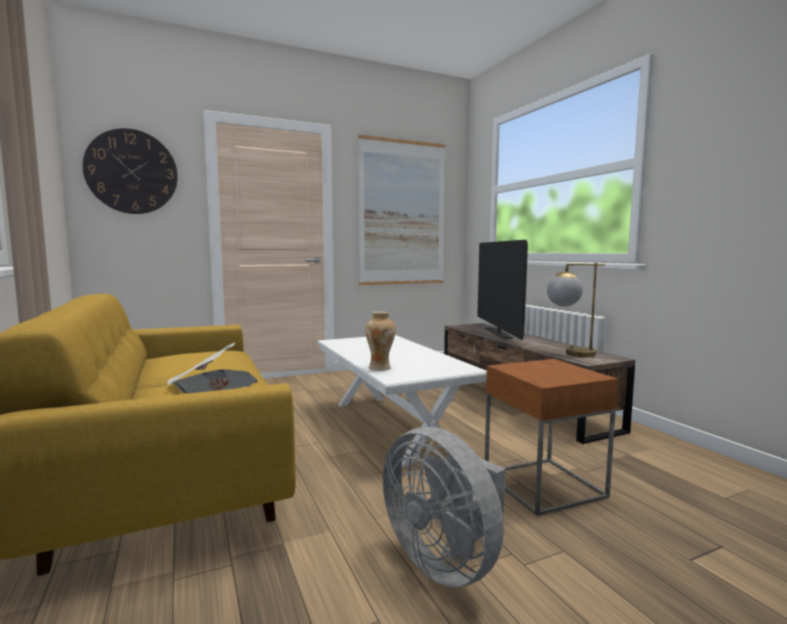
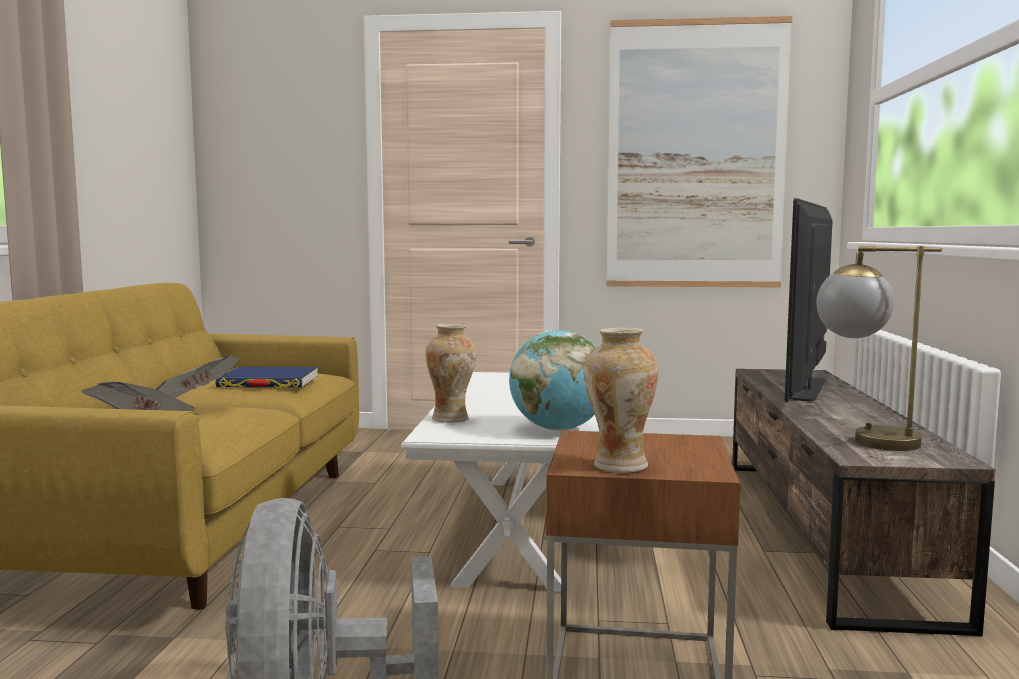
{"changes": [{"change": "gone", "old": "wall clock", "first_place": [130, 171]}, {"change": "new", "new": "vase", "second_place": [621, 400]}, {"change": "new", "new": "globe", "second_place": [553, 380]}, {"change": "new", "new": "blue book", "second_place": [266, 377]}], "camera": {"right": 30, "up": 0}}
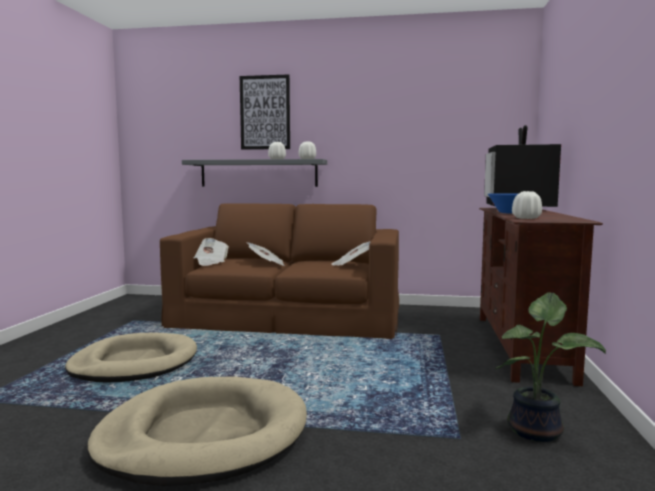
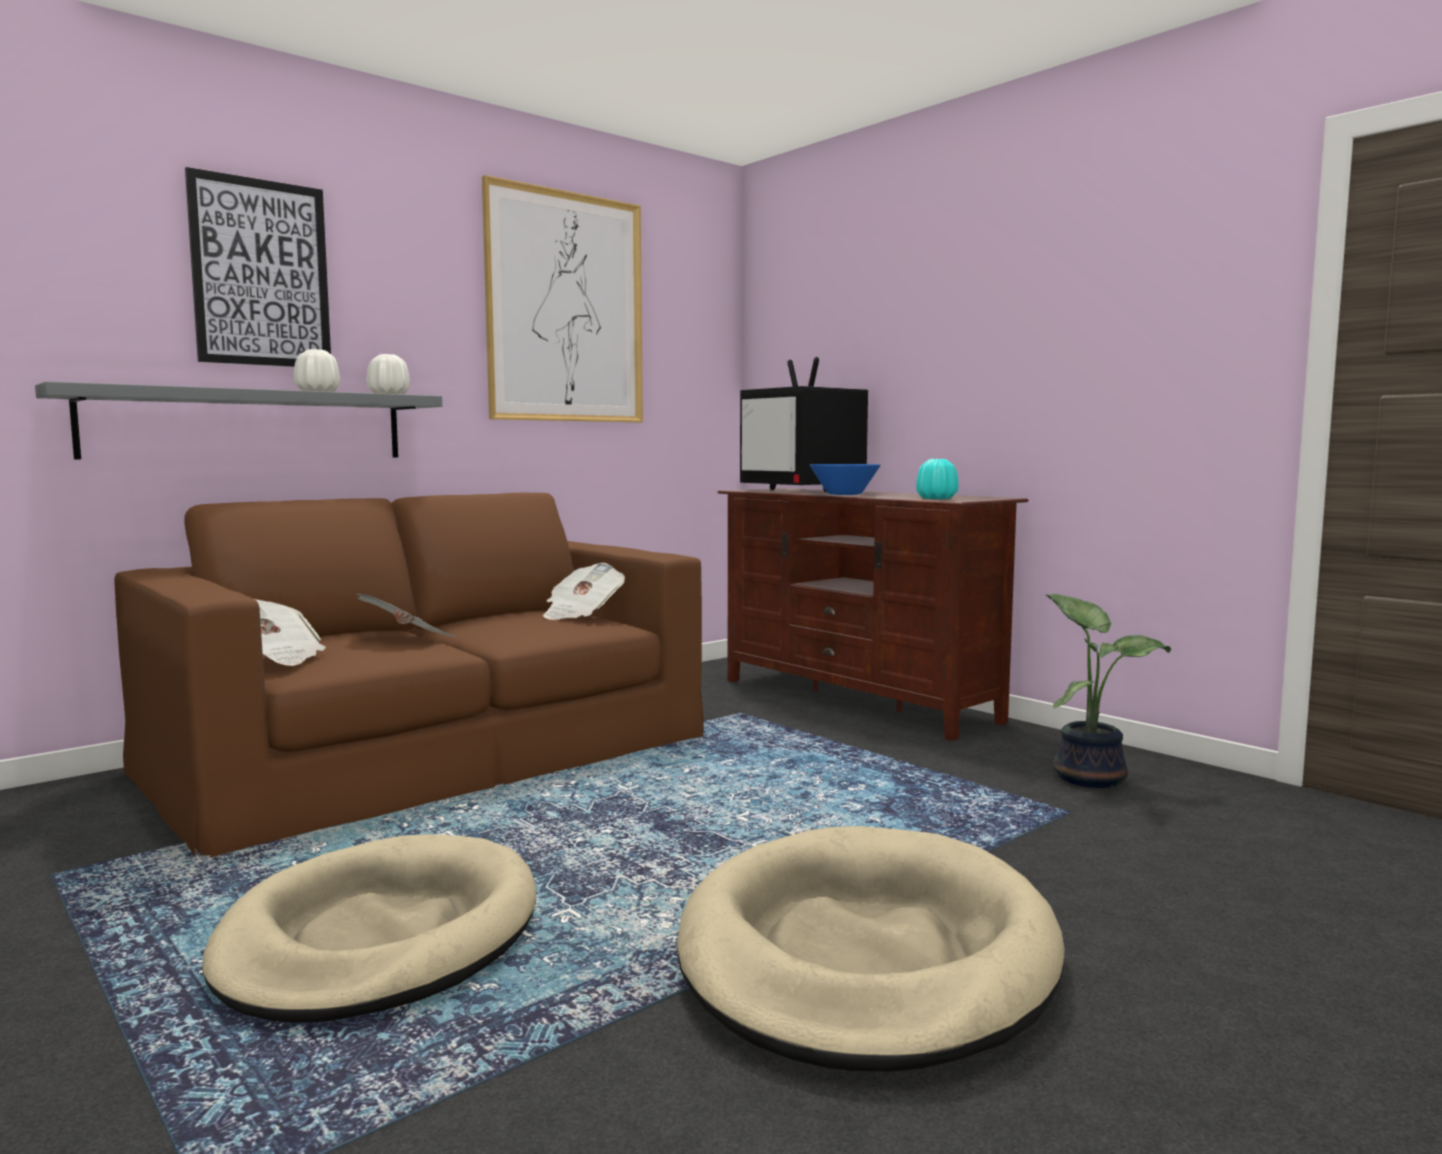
{"changes": [{"change": "repainted", "old": "white vase", "new": "turquoise vase", "first_place": [527, 205], "second_place": [937, 479]}, {"change": "new", "new": "picture", "second_place": [562, 298]}], "camera": {"right": -50, "up": 0}}
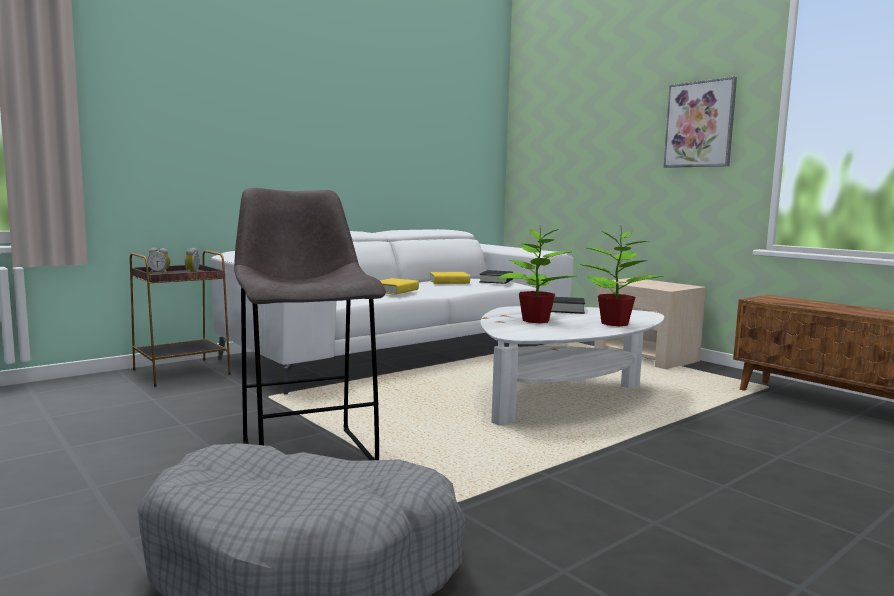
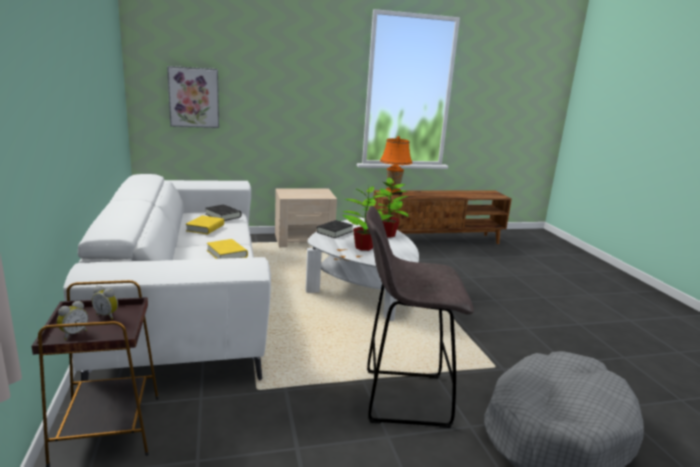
{"changes": [{"change": "shifted", "old": "picture", "first_place": [700, 122], "second_place": [193, 97]}, {"change": "new", "new": "orange table lamp", "second_place": [396, 165]}], "camera": {"right": -65, "up": 10}}
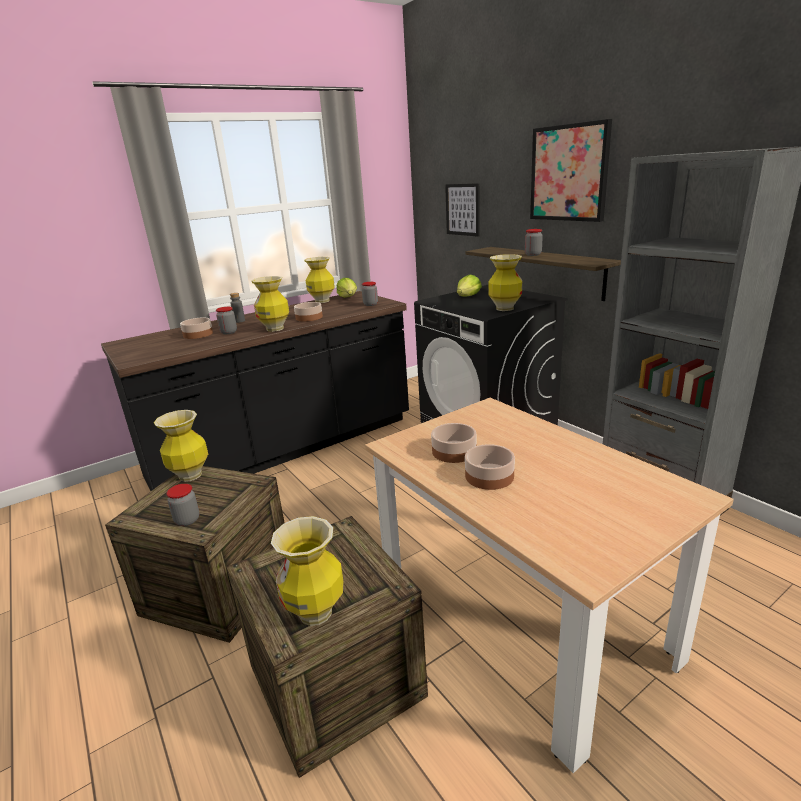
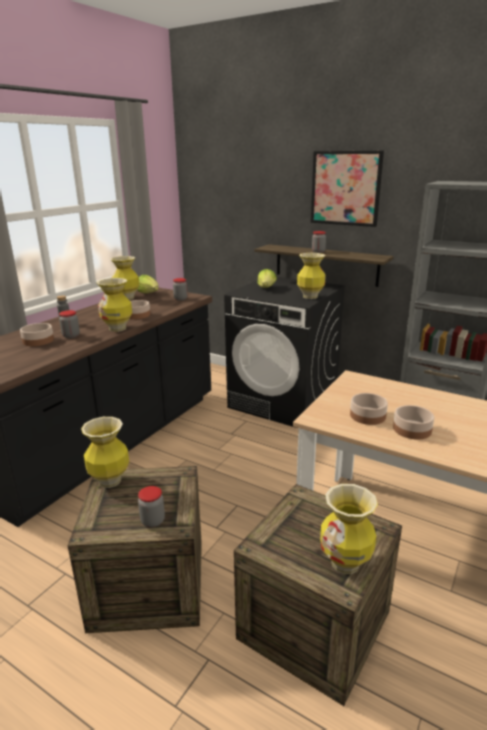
{"changes": [{"change": "gone", "old": "picture", "first_place": [462, 210]}], "camera": {"right": -25, "up": 0}}
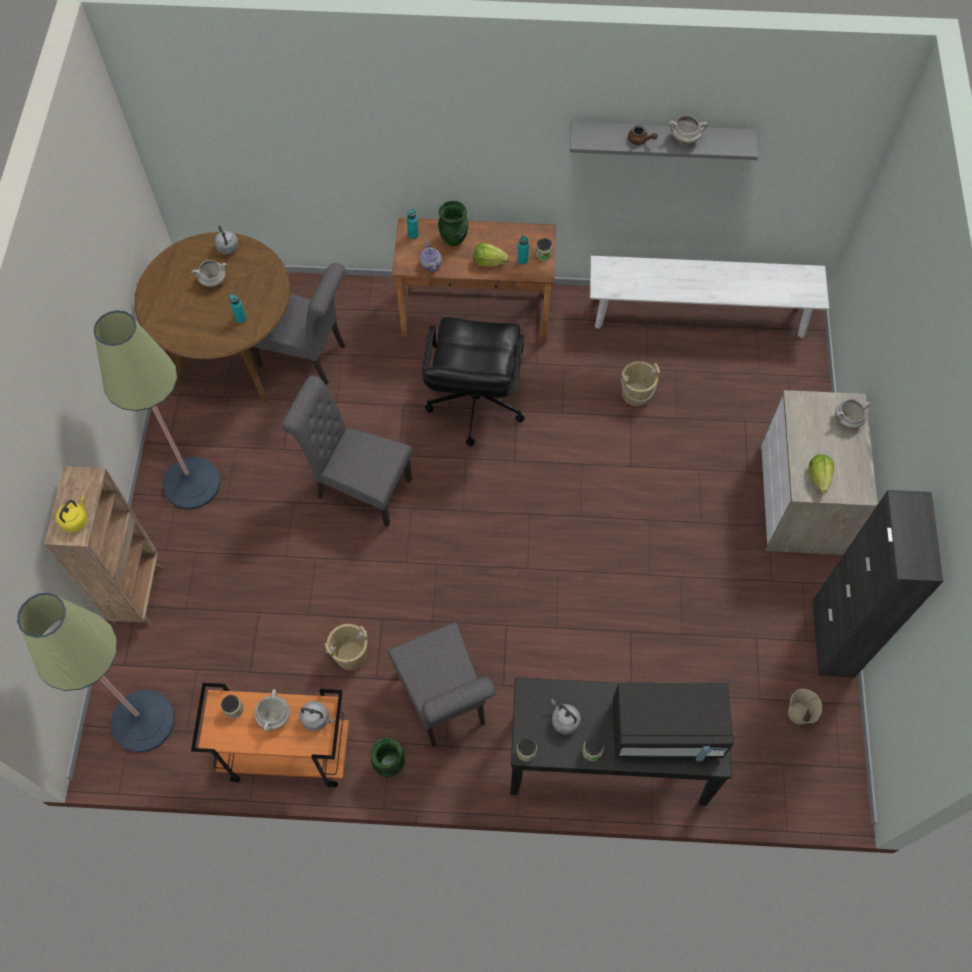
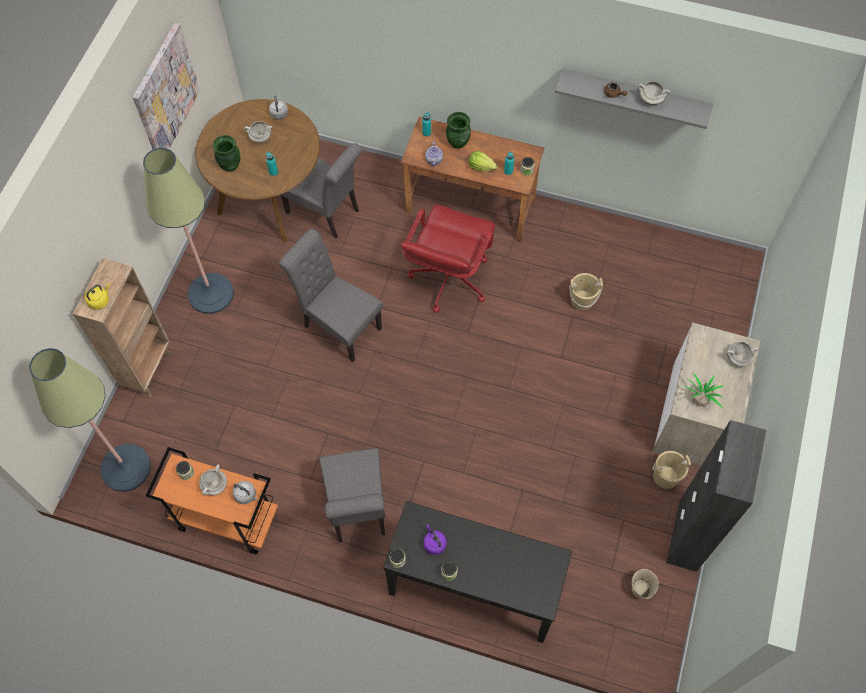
{"changes": [{"change": "gone", "old": "white bench", "first_place": [709, 297]}, {"change": "repainted", "old": "black office chair", "new": "red office chair", "first_place": [473, 381], "second_place": [448, 258]}, {"change": "swapped", "old": "lettuce", "new": "potted plant", "first_place": [821, 473], "second_place": [704, 391]}, {"change": "shifted", "old": "beige bucket", "first_place": [346, 647], "second_place": [671, 470]}, {"change": "gone", "old": "black microwave", "first_place": [673, 722]}, {"change": "repainted", "old": "grey kettle", "new": "purple kettle", "first_place": [566, 717], "second_place": [435, 539]}, {"change": "shifted", "old": "green vase", "first_place": [388, 757], "second_place": [226, 153]}, {"change": "new", "new": "picture", "second_place": [166, 86]}], "camera": {"right": 15, "up": 0}}
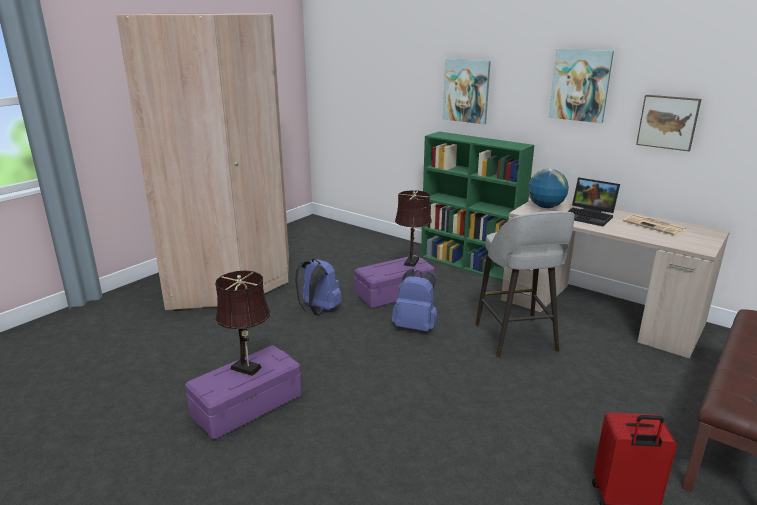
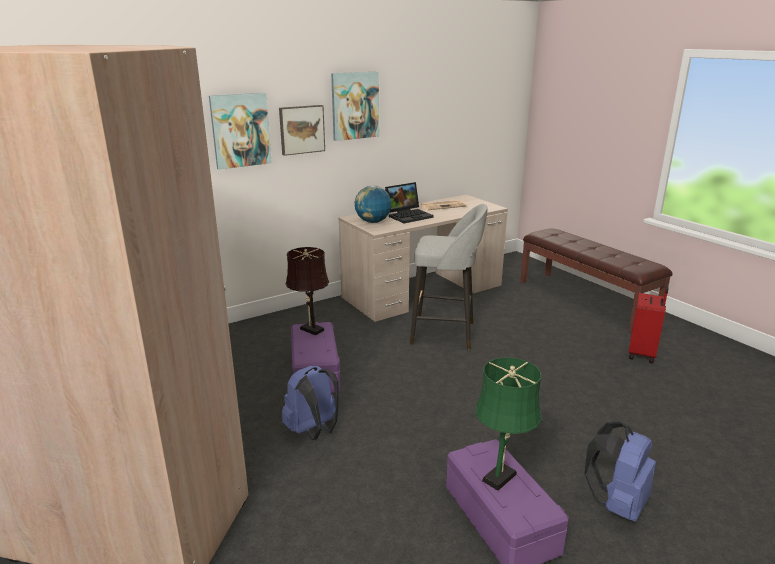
{"changes": [{"change": "shifted", "old": "picture", "first_place": [668, 123], "second_place": [302, 130]}, {"change": "gone", "old": "green bookcase", "first_place": [477, 206]}, {"change": "shifted", "old": "blue backpack", "first_place": [414, 300], "second_place": [620, 471]}, {"change": "repainted", "old": "brown table lamp", "new": "green table lamp", "first_place": [242, 323], "second_place": [508, 424]}], "camera": {"right": -70, "up": 0}}
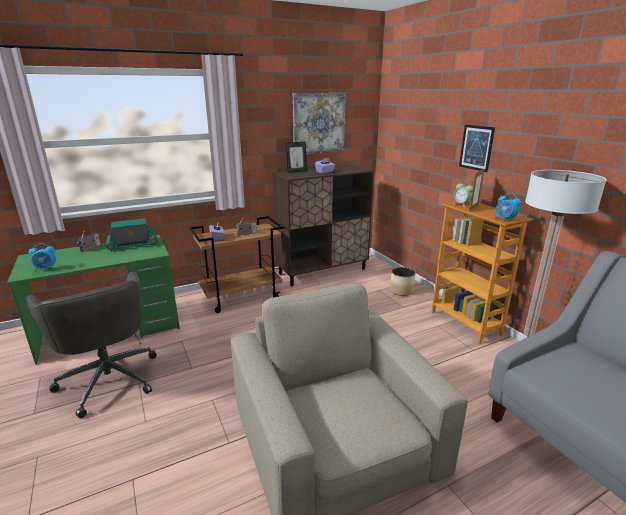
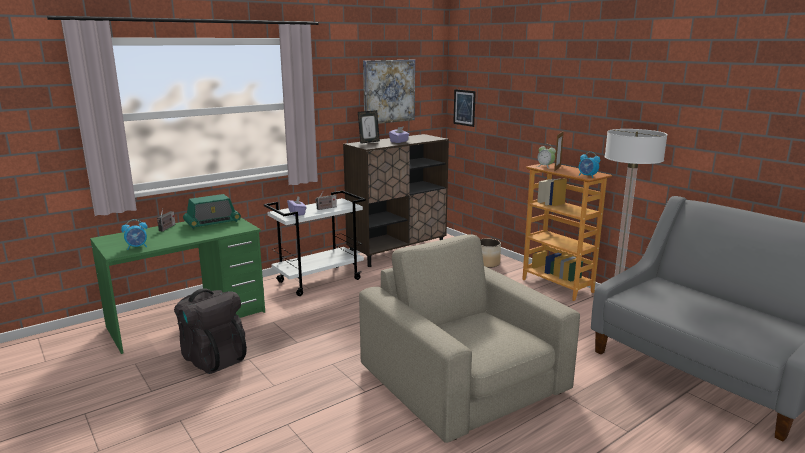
{"changes": [{"change": "shifted", "old": "picture", "first_place": [477, 148], "second_place": [464, 108]}, {"change": "repainted", "old": "brown cart", "new": "white cart", "first_place": [236, 264], "second_place": [315, 243]}, {"change": "swapped", "old": "grey office chair", "new": "black backpack", "first_place": [91, 344], "second_place": [210, 331]}], "camera": {"right": -10, "up": -5}}
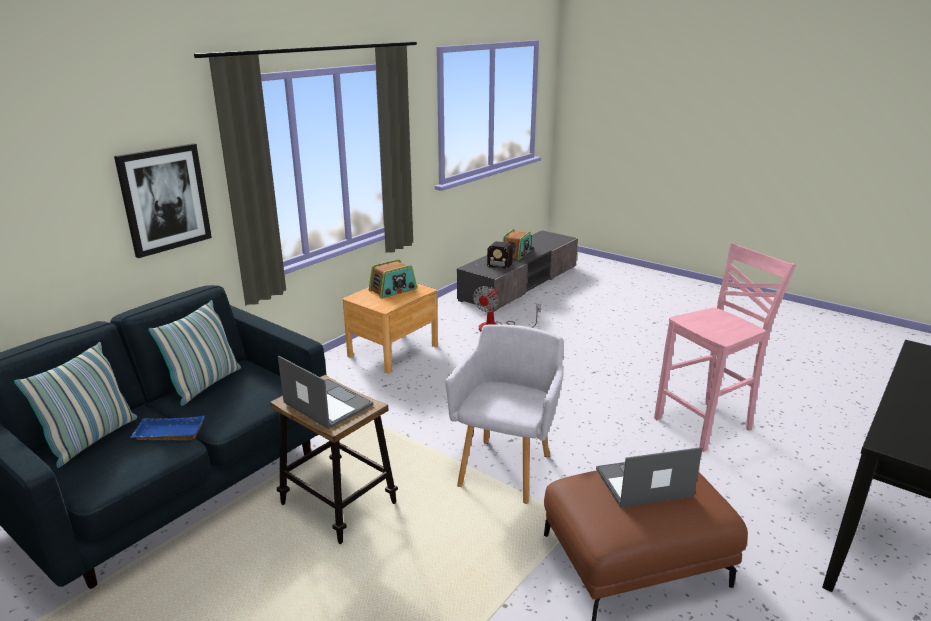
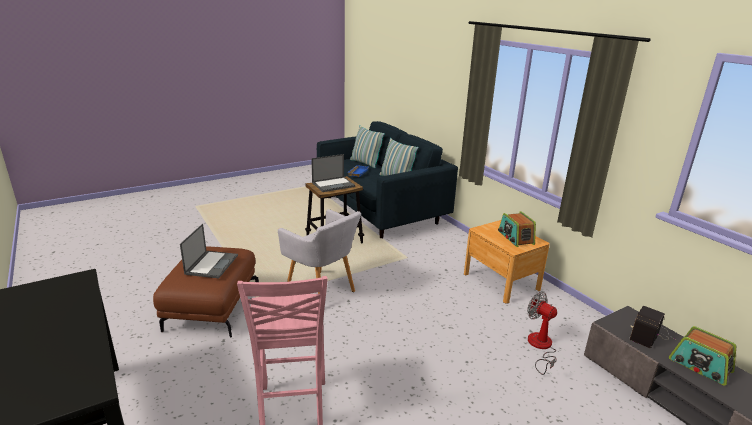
{"changes": [{"change": "gone", "old": "picture", "first_place": [163, 200]}], "camera": {"right": 110, "up": 0}}
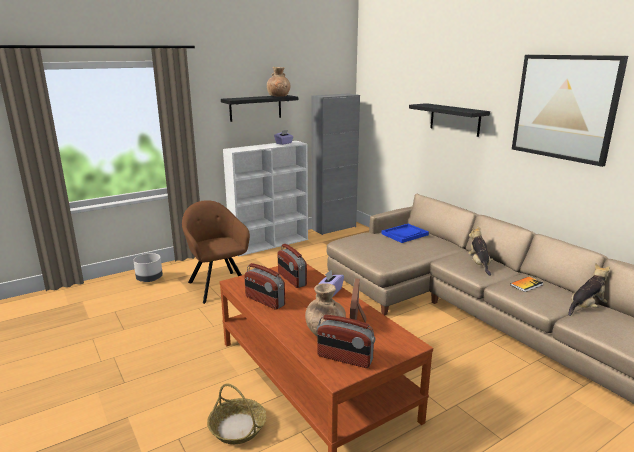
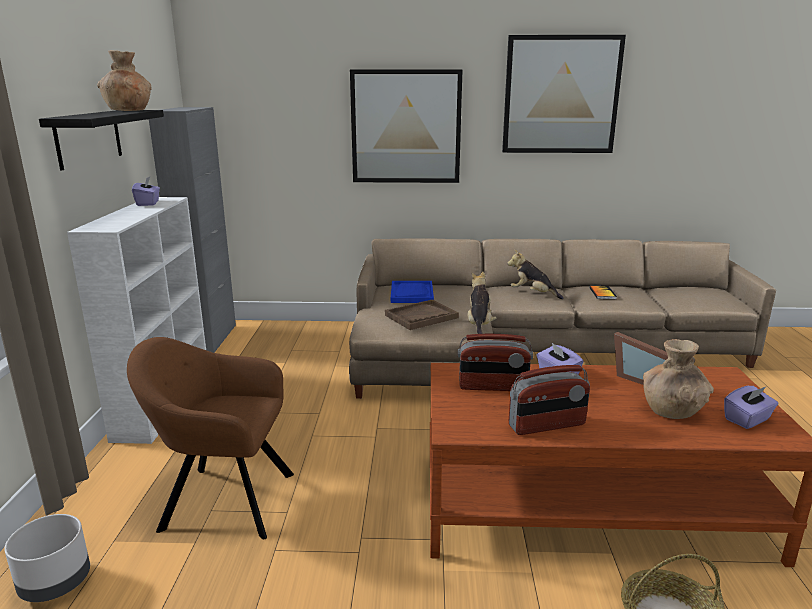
{"changes": [{"change": "swapped", "old": "black shelf", "new": "picture", "first_place": [449, 120], "second_place": [406, 126]}, {"change": "shifted", "old": "plush toy", "first_place": [589, 289], "second_place": [482, 303]}, {"change": "swapped", "old": "radio", "new": "purple tissue box", "first_place": [346, 341], "second_place": [751, 407]}, {"change": "new", "new": "brown tray", "second_place": [422, 315]}], "camera": {"right": -55, "up": 0}}
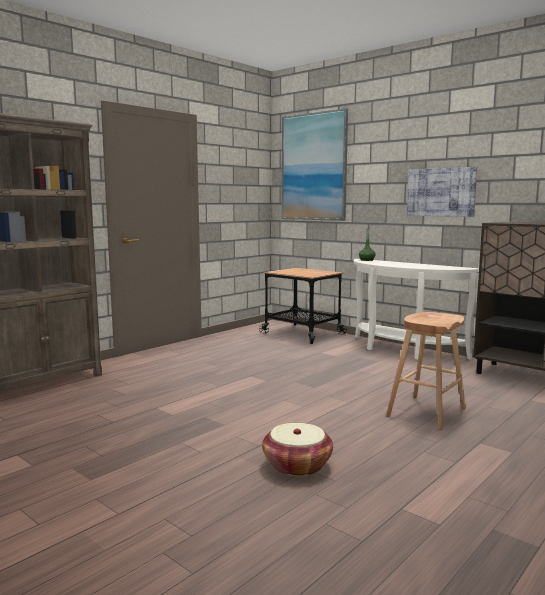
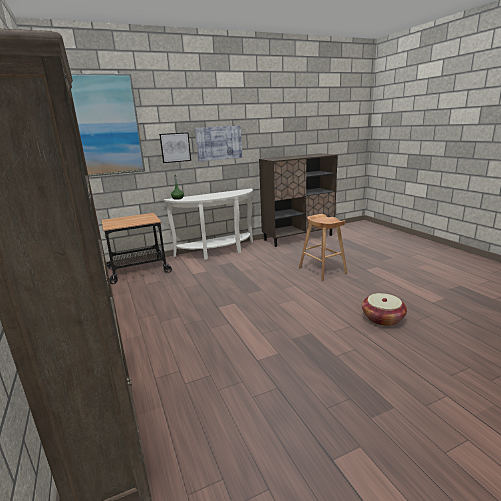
{"changes": [{"change": "new", "new": "picture", "second_place": [175, 147]}], "camera": {"right": -65, "up": 10}}
